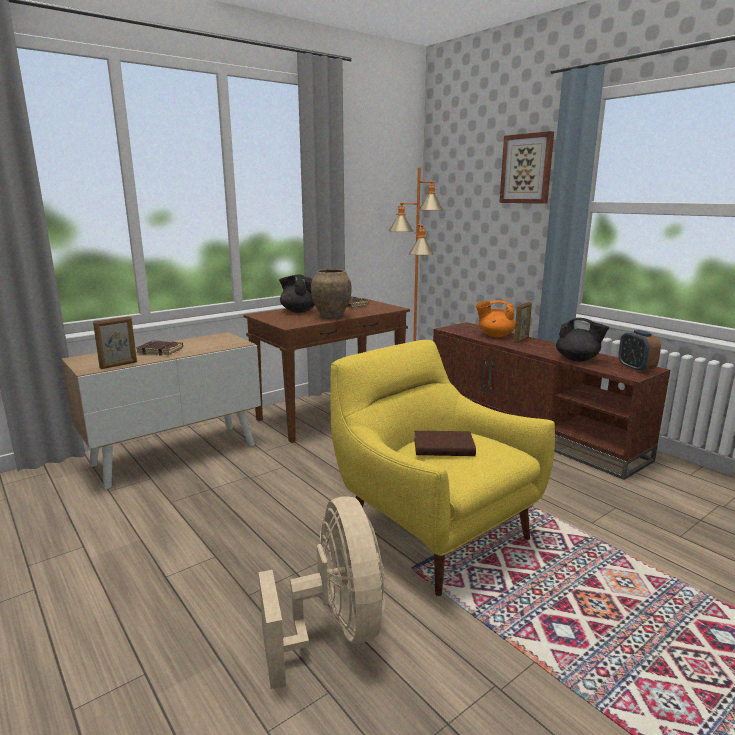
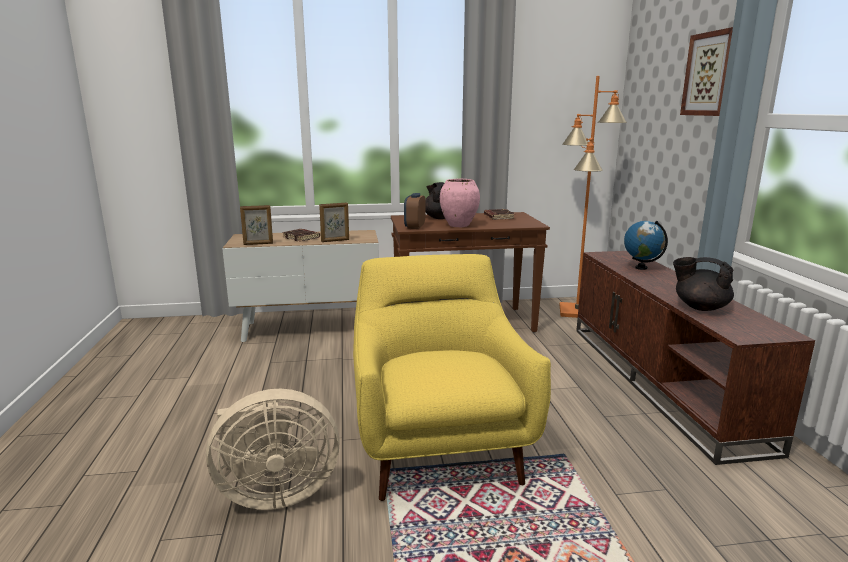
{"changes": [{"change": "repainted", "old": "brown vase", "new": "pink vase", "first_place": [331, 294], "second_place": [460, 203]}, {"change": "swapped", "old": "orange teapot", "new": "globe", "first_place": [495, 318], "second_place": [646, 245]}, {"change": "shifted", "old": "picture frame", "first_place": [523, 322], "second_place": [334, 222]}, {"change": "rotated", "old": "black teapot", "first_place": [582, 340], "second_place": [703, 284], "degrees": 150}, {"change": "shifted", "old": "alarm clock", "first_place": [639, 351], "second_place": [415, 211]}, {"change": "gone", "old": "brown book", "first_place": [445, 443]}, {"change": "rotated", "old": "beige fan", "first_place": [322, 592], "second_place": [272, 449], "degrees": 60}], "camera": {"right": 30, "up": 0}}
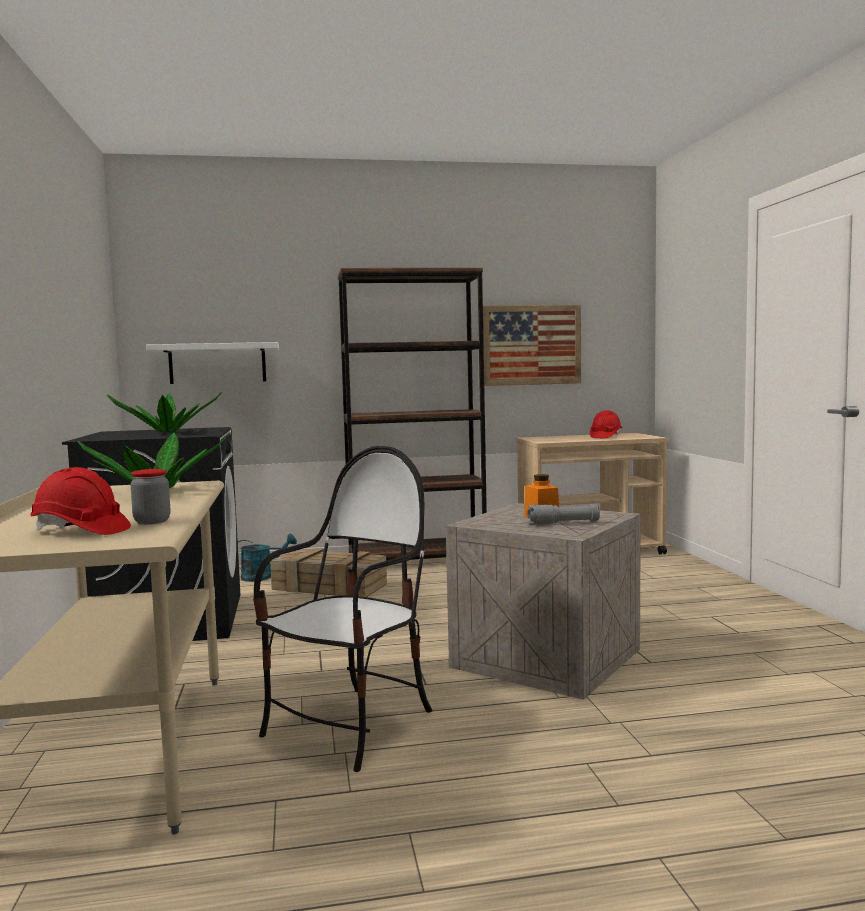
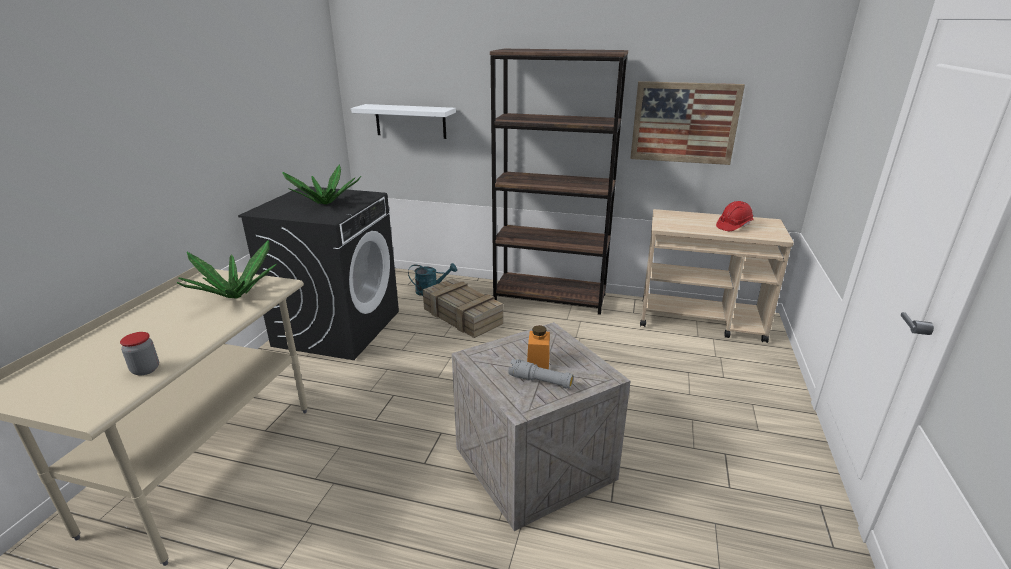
{"changes": [{"change": "gone", "old": "chair", "first_place": [342, 609]}, {"change": "gone", "old": "red hard hat", "first_place": [80, 501]}], "camera": {"right": 25, "up": 20}}
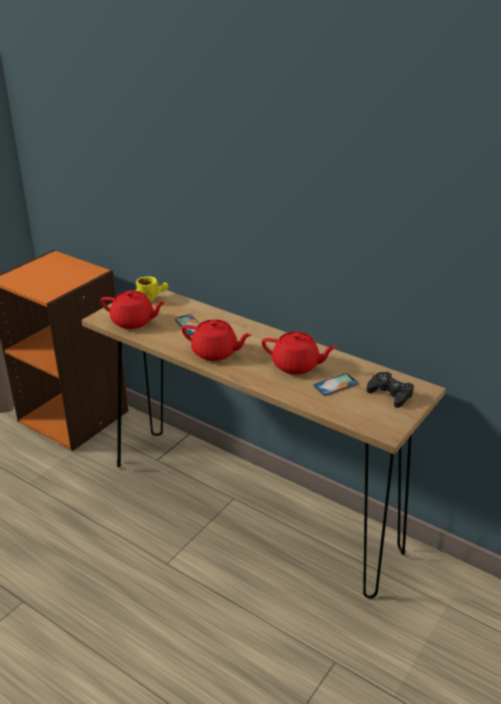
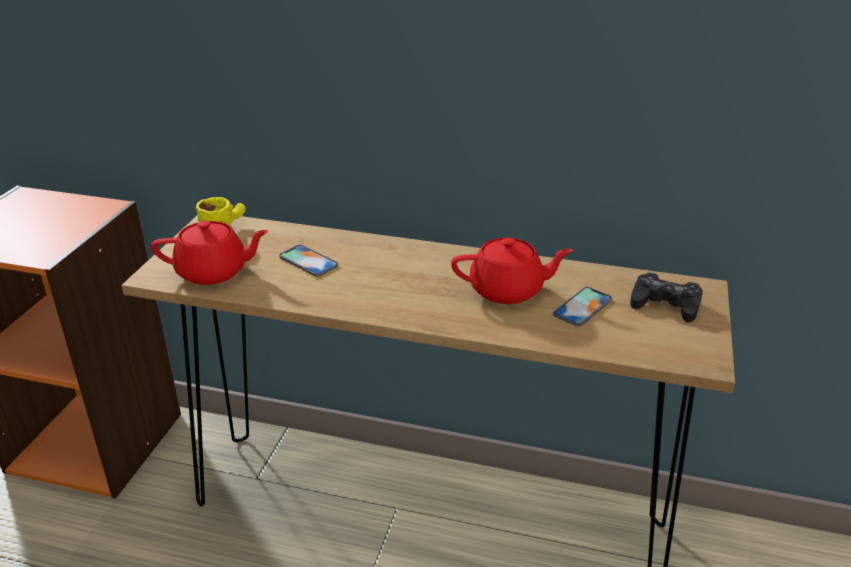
{"changes": [{"change": "gone", "old": "red teapot", "first_place": [217, 340]}], "camera": {"right": -20, "up": 0}}
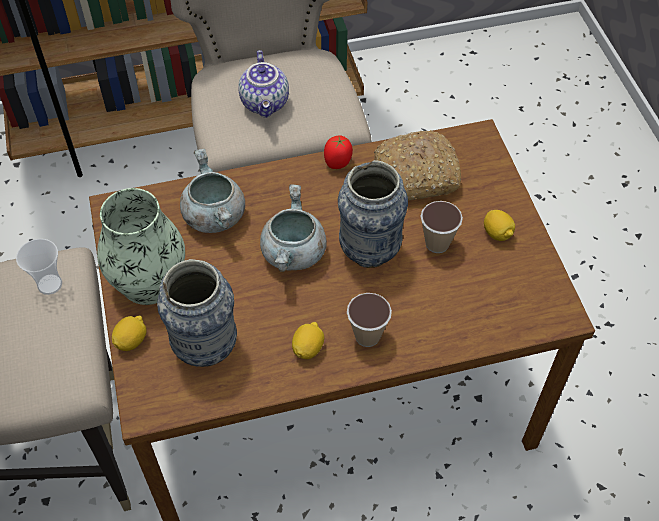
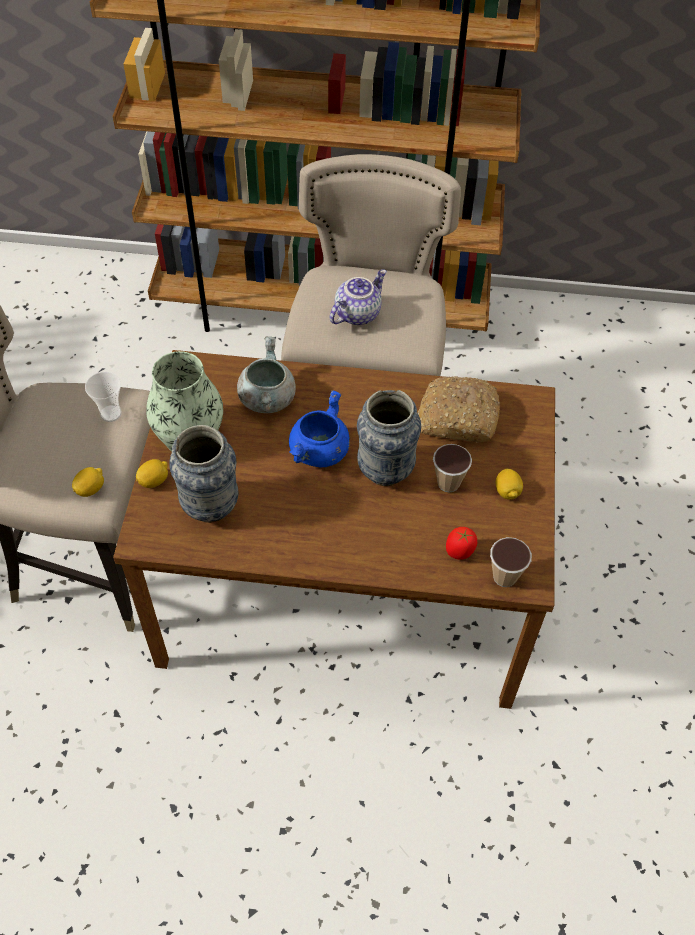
{"changes": [{"change": "rotated", "old": "teapot", "first_place": [263, 84], "second_place": [358, 297], "degrees": -150}, {"change": "shifted", "old": "tomato", "first_place": [338, 152], "second_place": [461, 543]}, {"change": "repainted", "old": "grey cooking pot", "new": "blue cooking pot", "first_place": [293, 228], "second_place": [319, 429]}, {"change": "shifted", "old": "cup", "first_place": [369, 320], "second_place": [511, 562]}, {"change": "shifted", "old": "lemon", "first_place": [308, 340], "second_place": [88, 482]}], "camera": {"right": 20, "up": 0}}
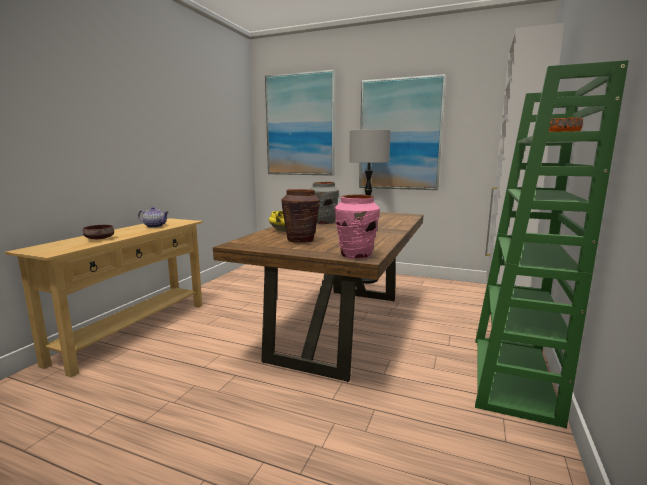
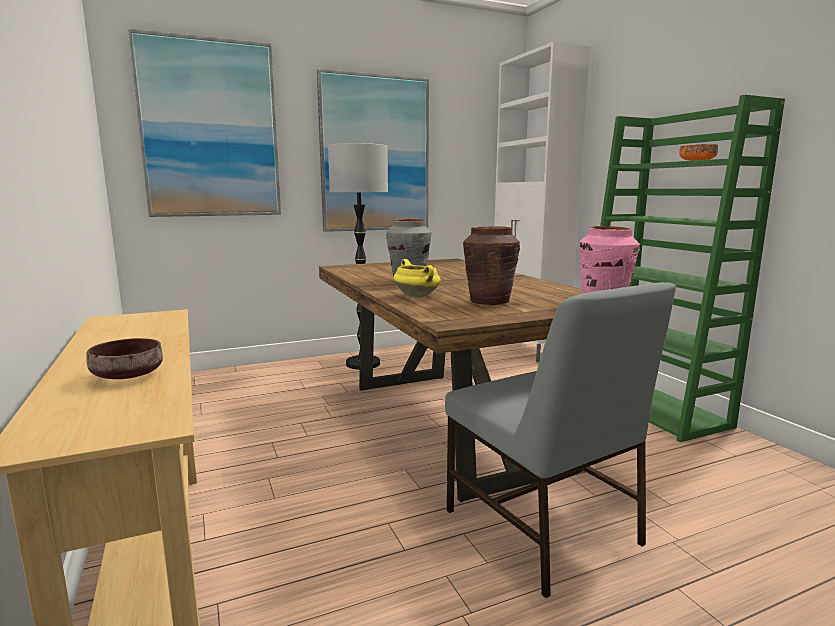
{"changes": [{"change": "gone", "old": "teapot", "first_place": [153, 217]}, {"change": "new", "new": "grey chair", "second_place": [560, 440]}], "camera": {"right": -45, "up": 0}}
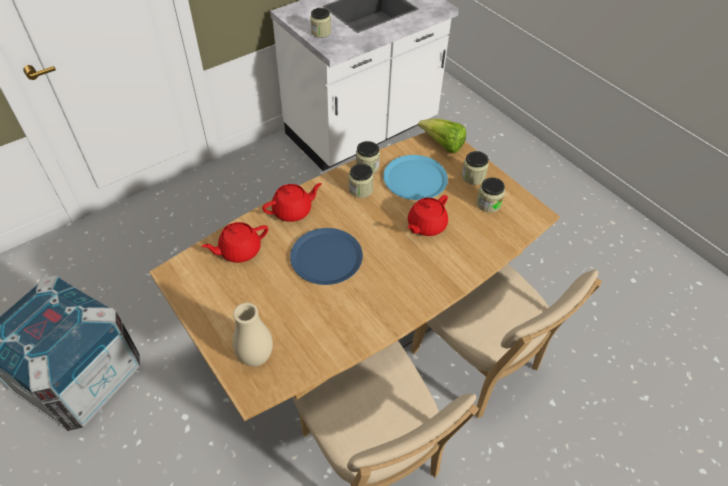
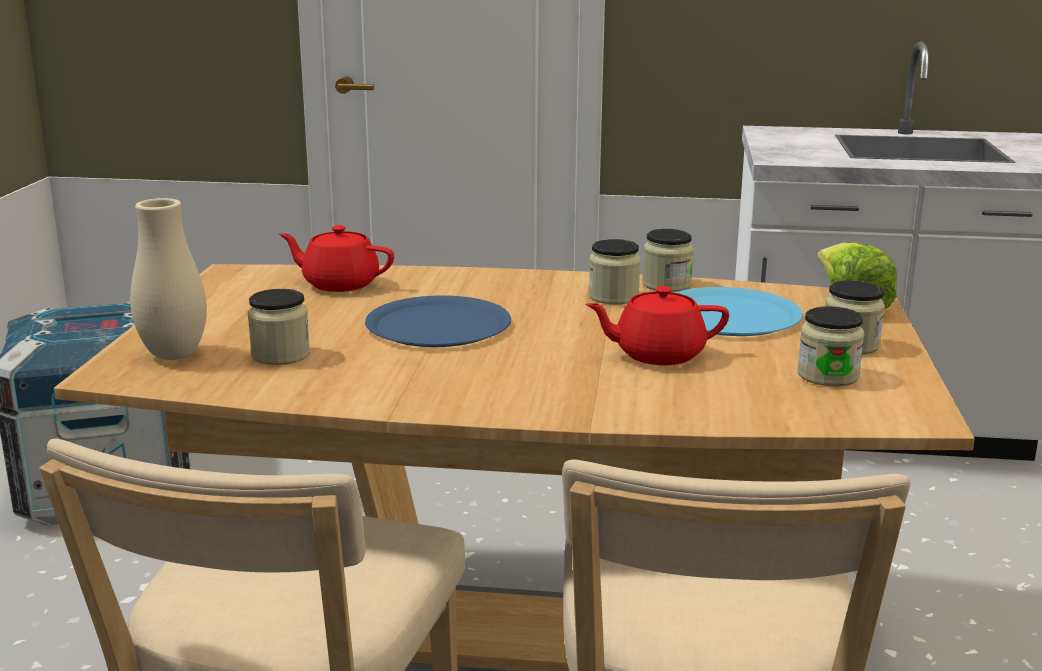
{"changes": [{"change": "shifted", "old": "jar", "first_place": [320, 23], "second_place": [278, 327]}, {"change": "gone", "old": "red teapot", "first_place": [292, 202]}], "camera": {"right": 45, "up": -30}}
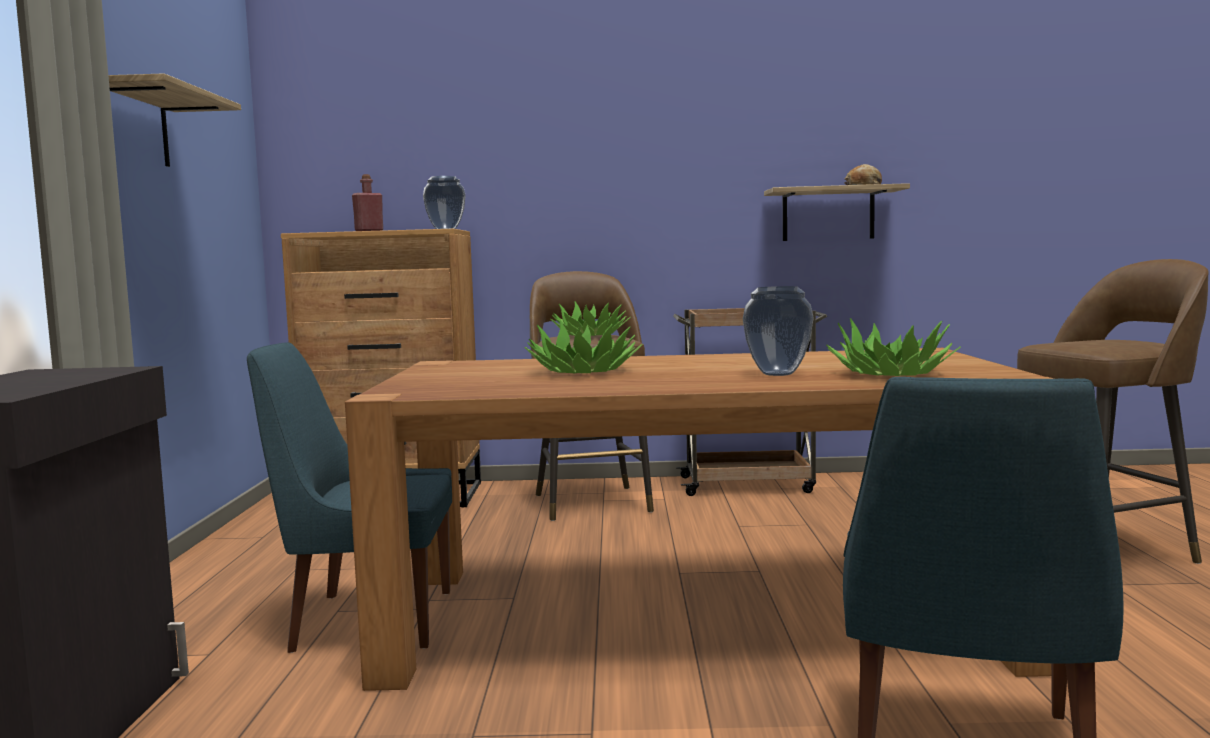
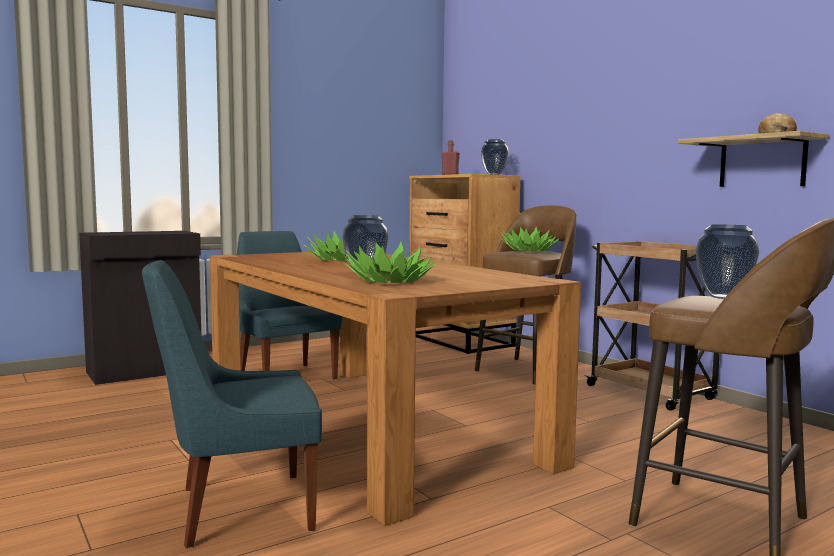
{"changes": [{"change": "gone", "old": "shelf", "first_place": [174, 120]}, {"change": "new", "new": "vase", "second_place": [727, 261]}], "camera": {"right": 55, "up": 0}}
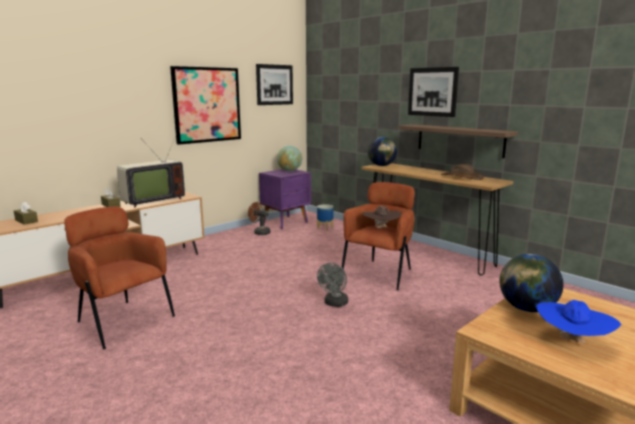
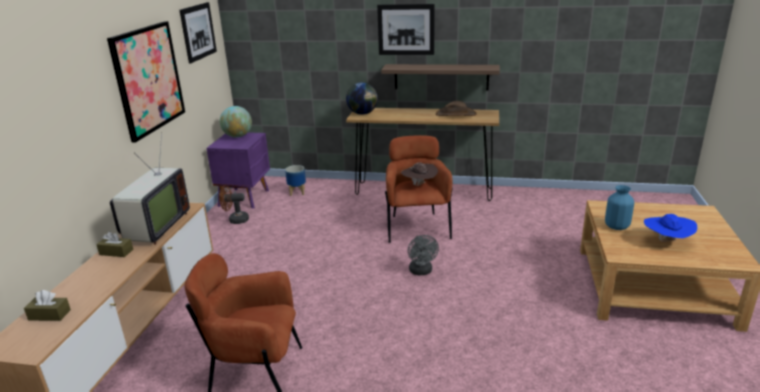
{"changes": [{"change": "swapped", "old": "globe", "new": "blue vase", "first_place": [531, 283], "second_place": [619, 207]}], "camera": {"right": -35, "up": 10}}
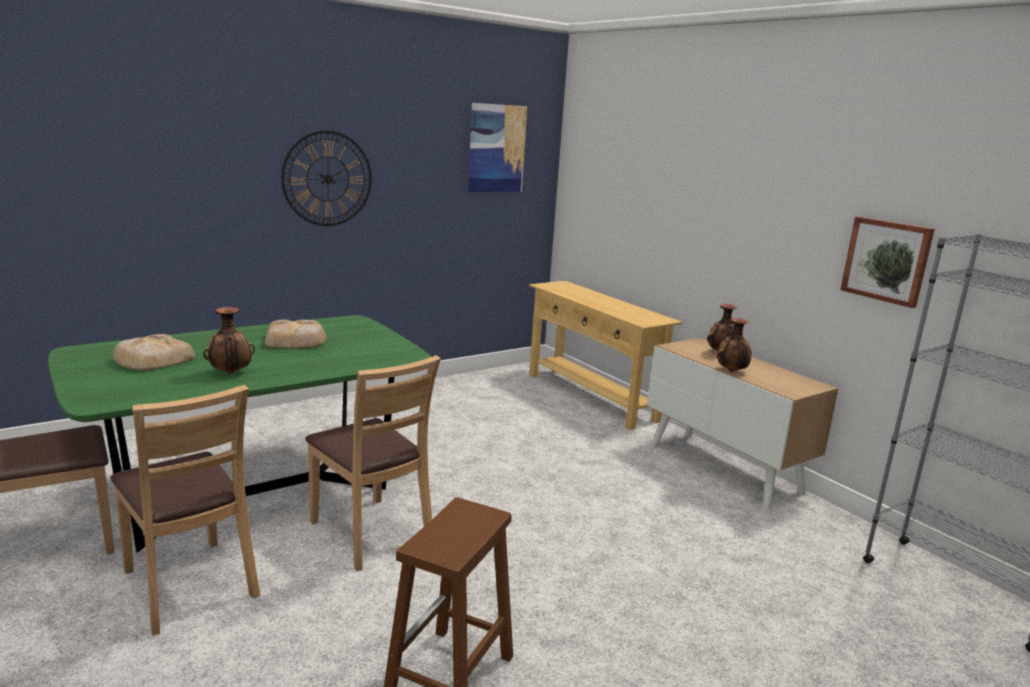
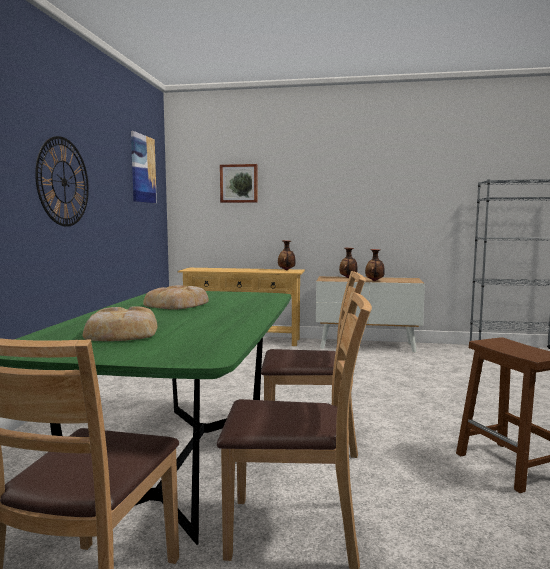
{"changes": [{"change": "shifted", "old": "picture", "first_place": [887, 262], "second_place": [238, 183]}, {"change": "shifted", "old": "vase", "first_place": [229, 340], "second_place": [287, 255]}], "camera": {"right": -45, "up": -10}}
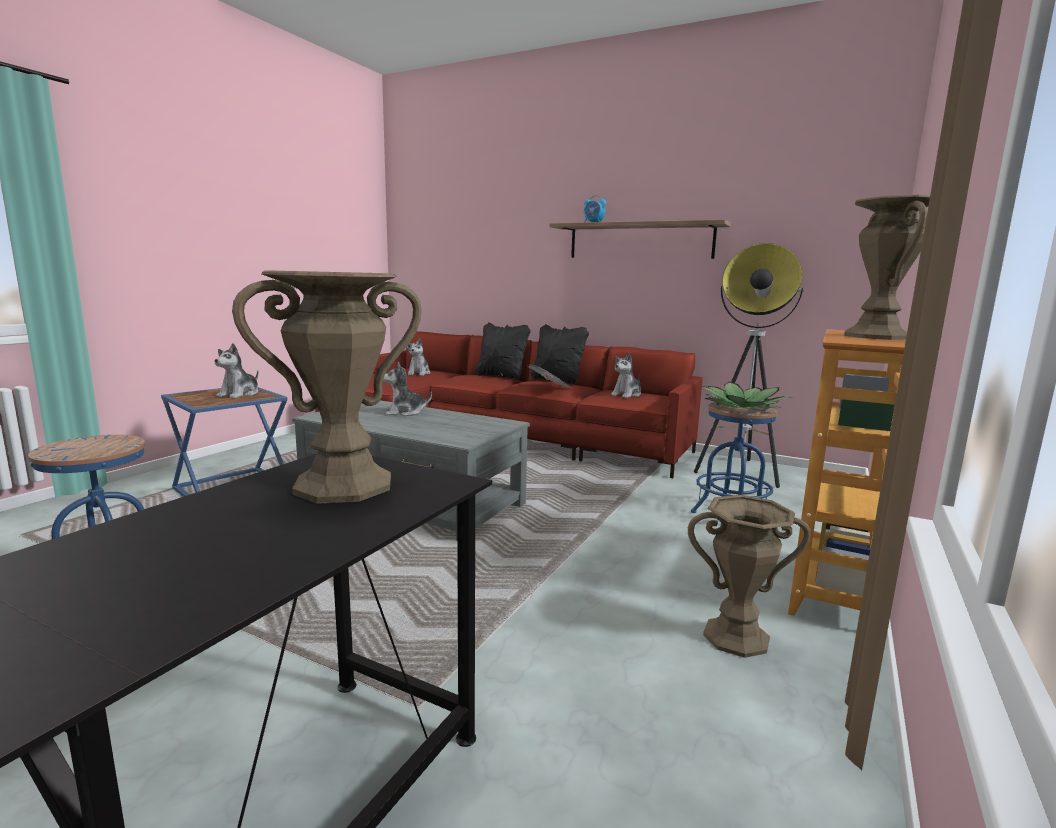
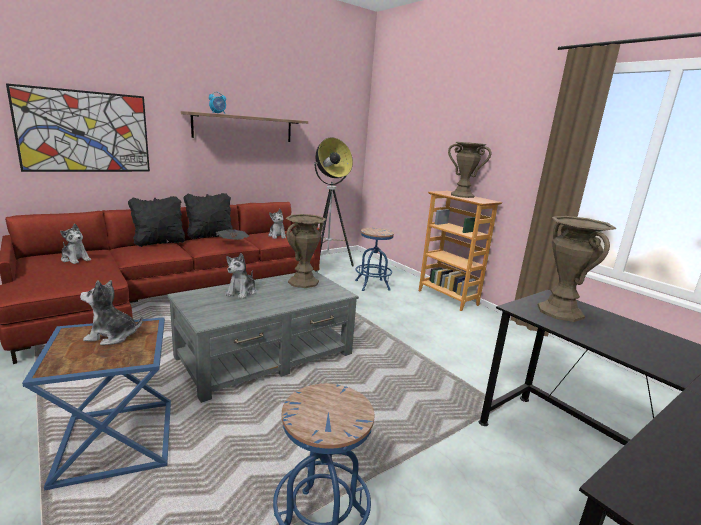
{"changes": [{"change": "rotated", "old": "plush toy", "first_place": [236, 371], "second_place": [111, 312], "degrees": 135}, {"change": "gone", "old": "potted plant", "first_place": [746, 396]}, {"change": "shifted", "old": "brown vase", "first_place": [749, 576], "second_place": [306, 251]}, {"change": "new", "new": "picture", "second_place": [78, 127]}], "camera": {"right": -65, "up": 5}}
